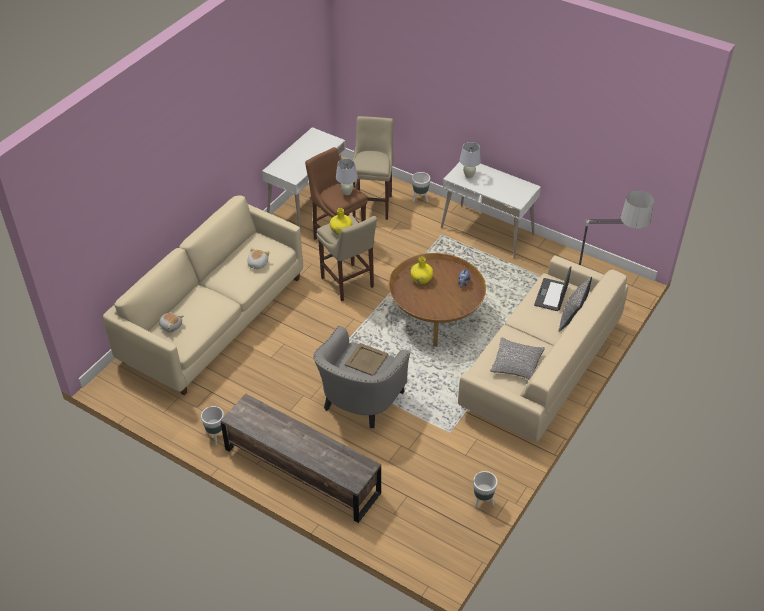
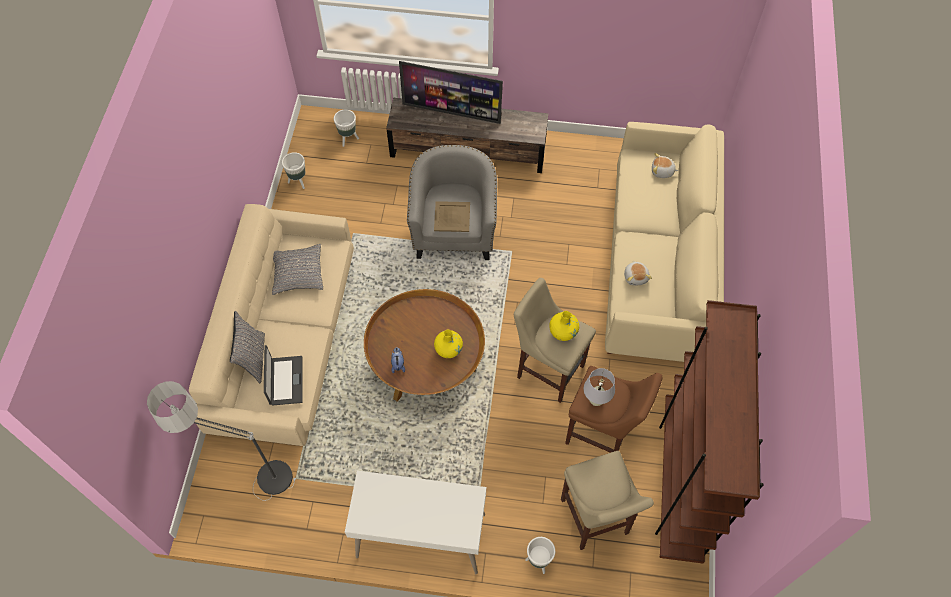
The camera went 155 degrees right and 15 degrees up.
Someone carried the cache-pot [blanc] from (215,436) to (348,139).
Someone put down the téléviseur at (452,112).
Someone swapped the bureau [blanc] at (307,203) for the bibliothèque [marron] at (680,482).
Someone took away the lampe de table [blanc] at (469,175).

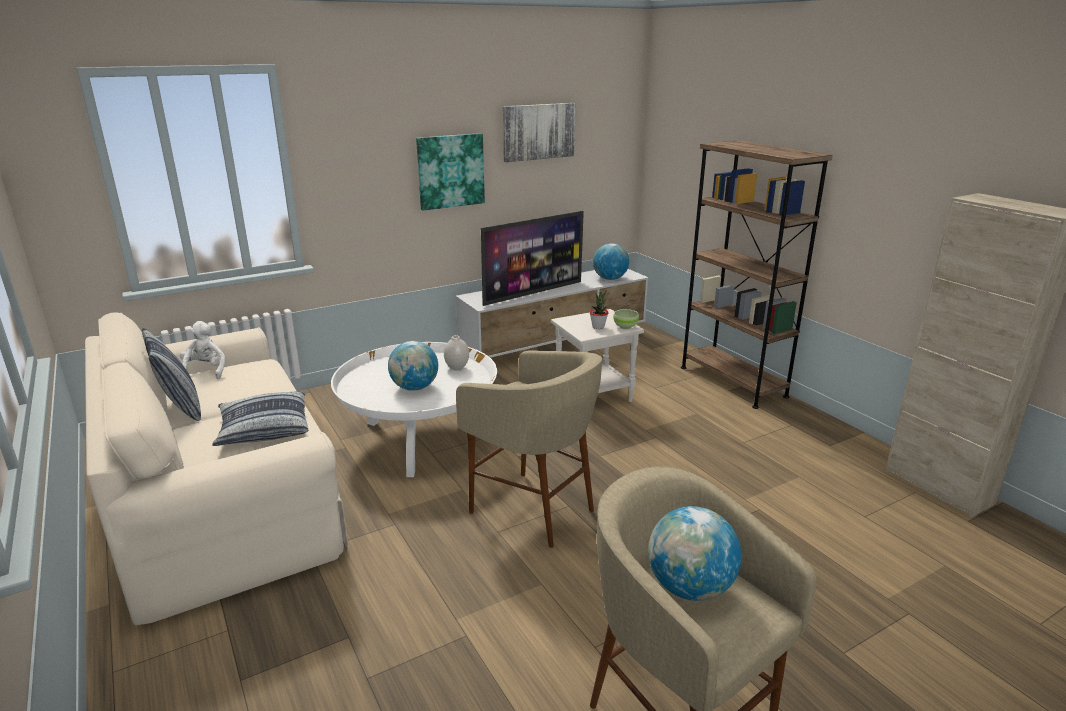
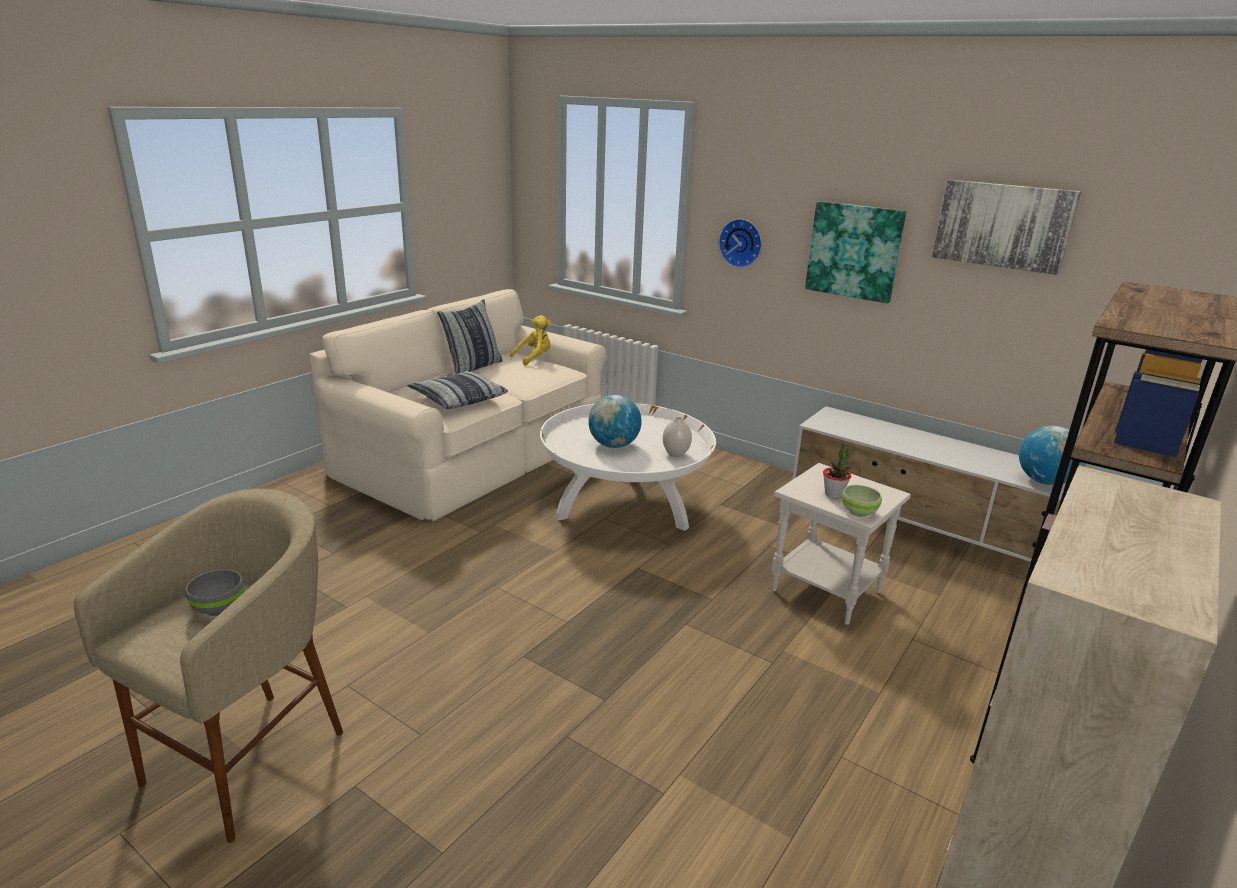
The camera went 65 degrees right and 0 degrees up.
Someone swapped the globe at (689,587) for the bol [gris] at (219,608).
Someone repainted the peluche [blanc] at (205,371), which became the peluche [jaune] at (534,358).
Someone put up the horloge murale at (741,243).
Someone took away the tabouret [beige] at (534,510).
Someone took away the téléviseur at (533,293).

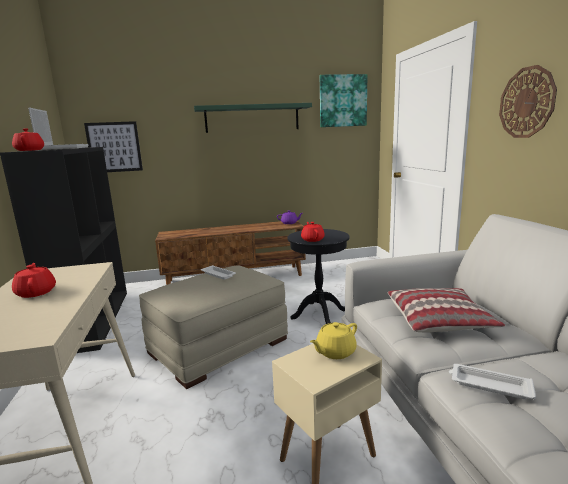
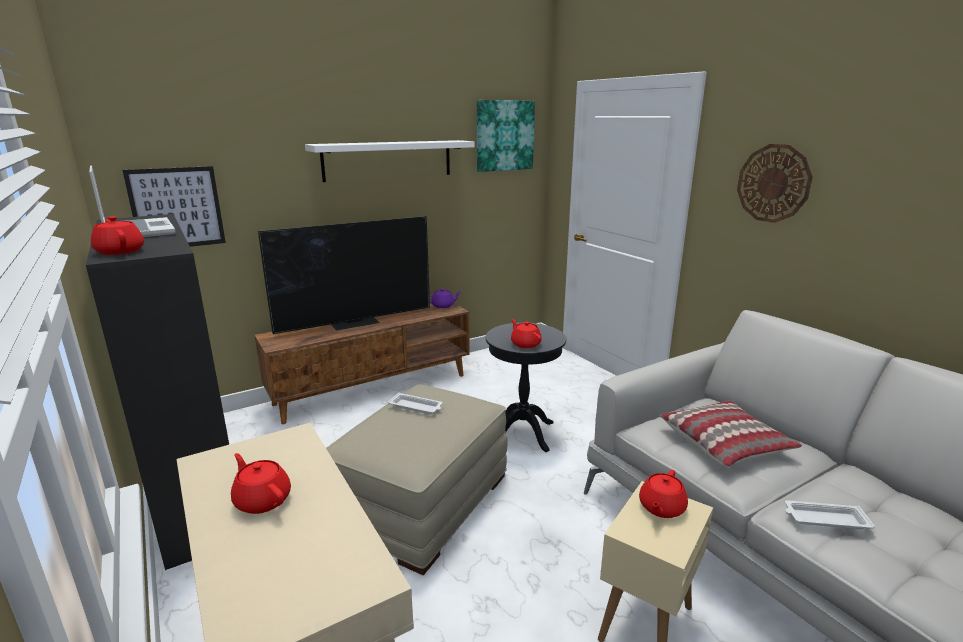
The camera went 20 degrees left and 5 degrees up.
Someone put down the téléviseur at (355,322).
Someone repainted the étagère [vert] at (252,118), which became the étagère [blanc] at (388,160).
Someone repainted the théière [jaune] at (335,352), which became the théière [rouge] at (661,508).

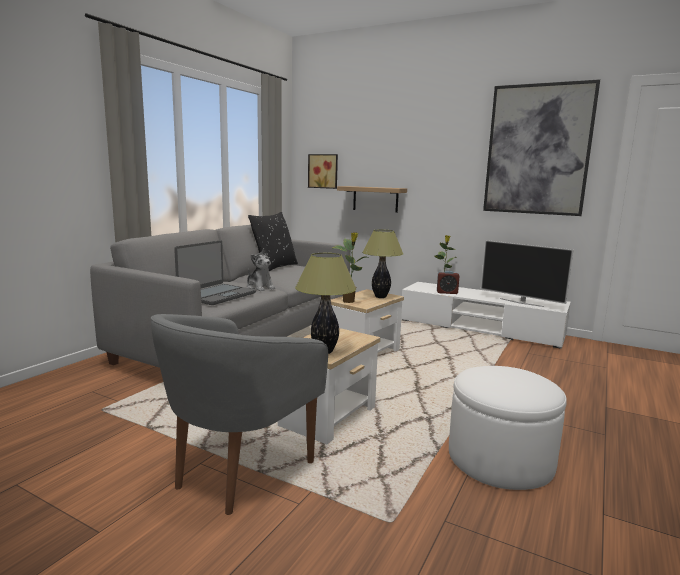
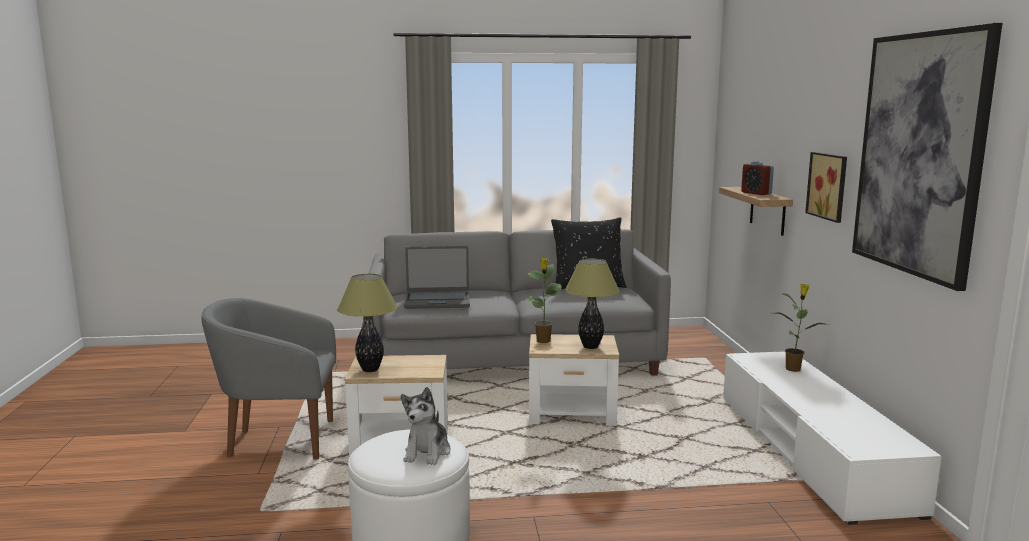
The camera went 55 degrees right and 0 degrees up.
Someone carried the peluche from (260,287) to (427,452).
Someone carried the réveil from (447,292) to (756,193).
Someone carried the tableau from (323,171) to (829,186).
Someone took away the téléviseur at (521,302).

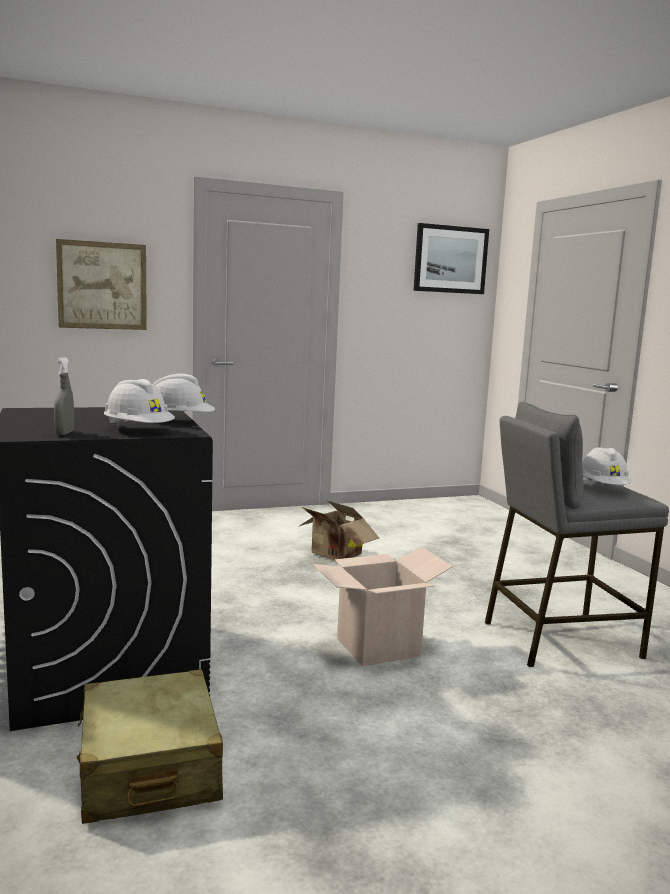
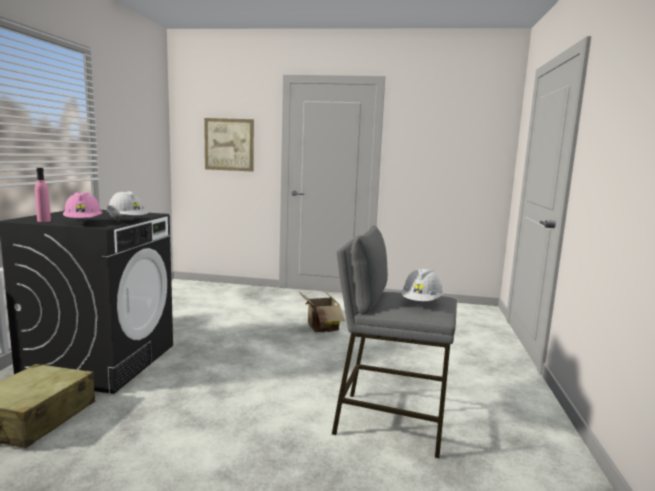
The camera went 30 degrees right and 0 degrees up.
Someone swapped the vaporisateur [gris] at (64,433) for the bouteille [rose] at (44,221).
Someone repainted the casque de chantier [blanc] at (138,431), which became the casque de chantier [rose] at (83,223).
Someone took away the carton at (378,647).
Someone took away the tableau at (450,259).

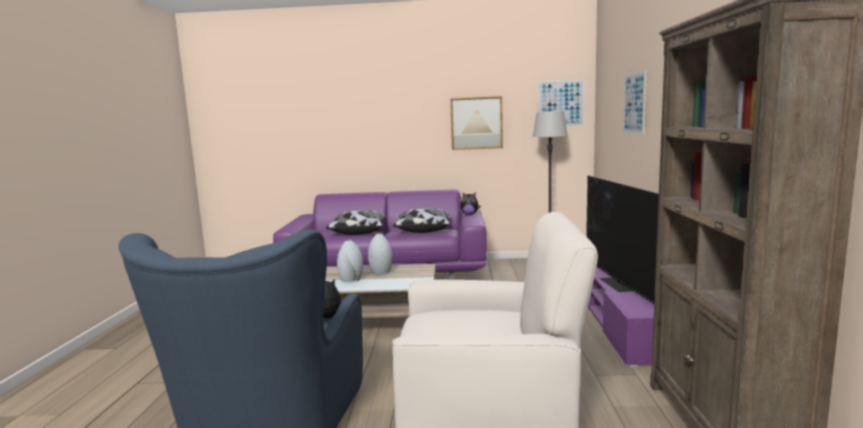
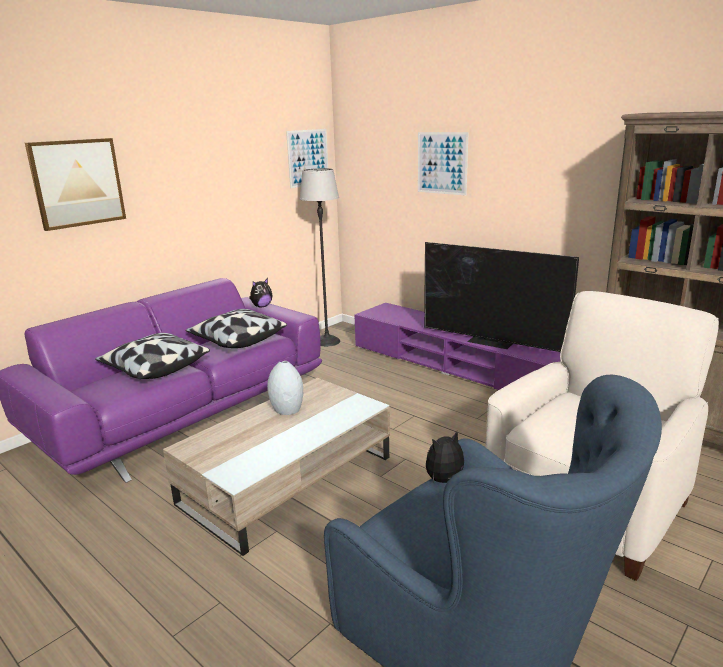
The camera went 50 degrees left and 10 degrees up.
Someone carried the tableau from (476,123) to (77,183).
Someone took away the vase [gris] at (352,279).

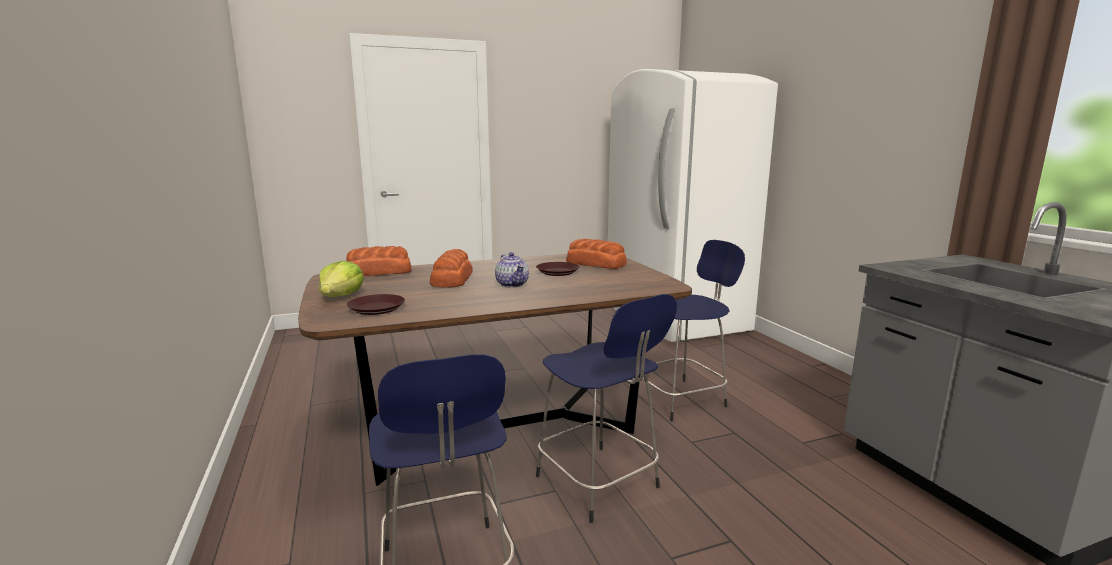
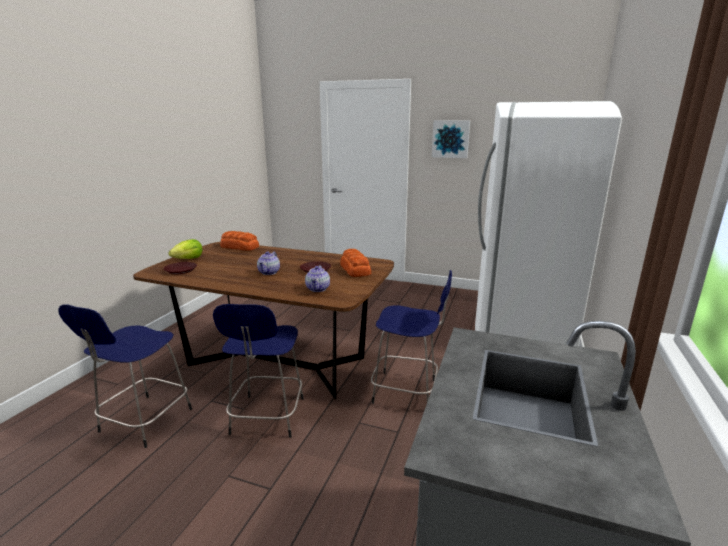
The camera went 40 degrees right and 5 degrees up.
Someone put down the théière at (318,289).
Someone put up the tableau at (450,139).
Someone took away the pain at (451,279).

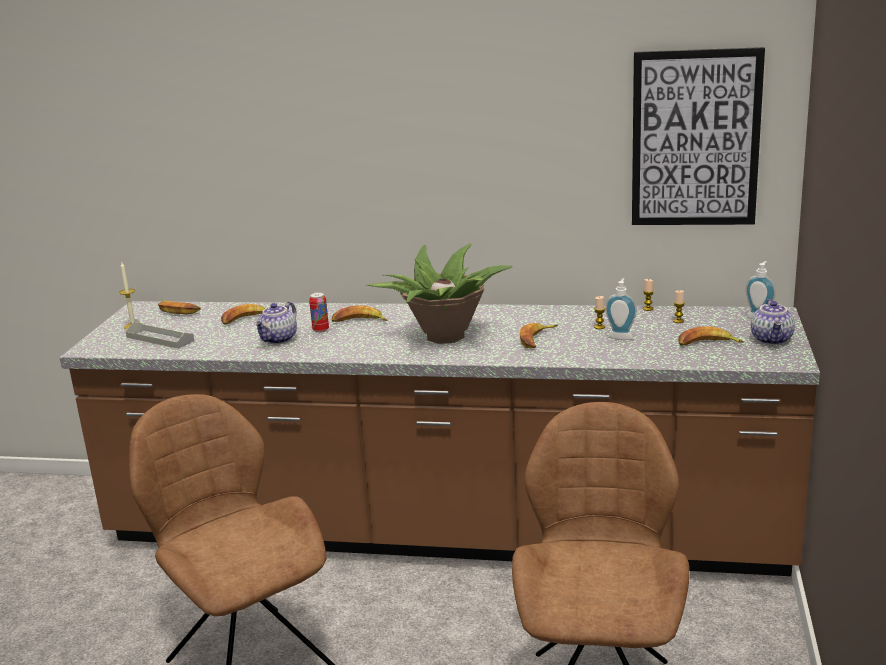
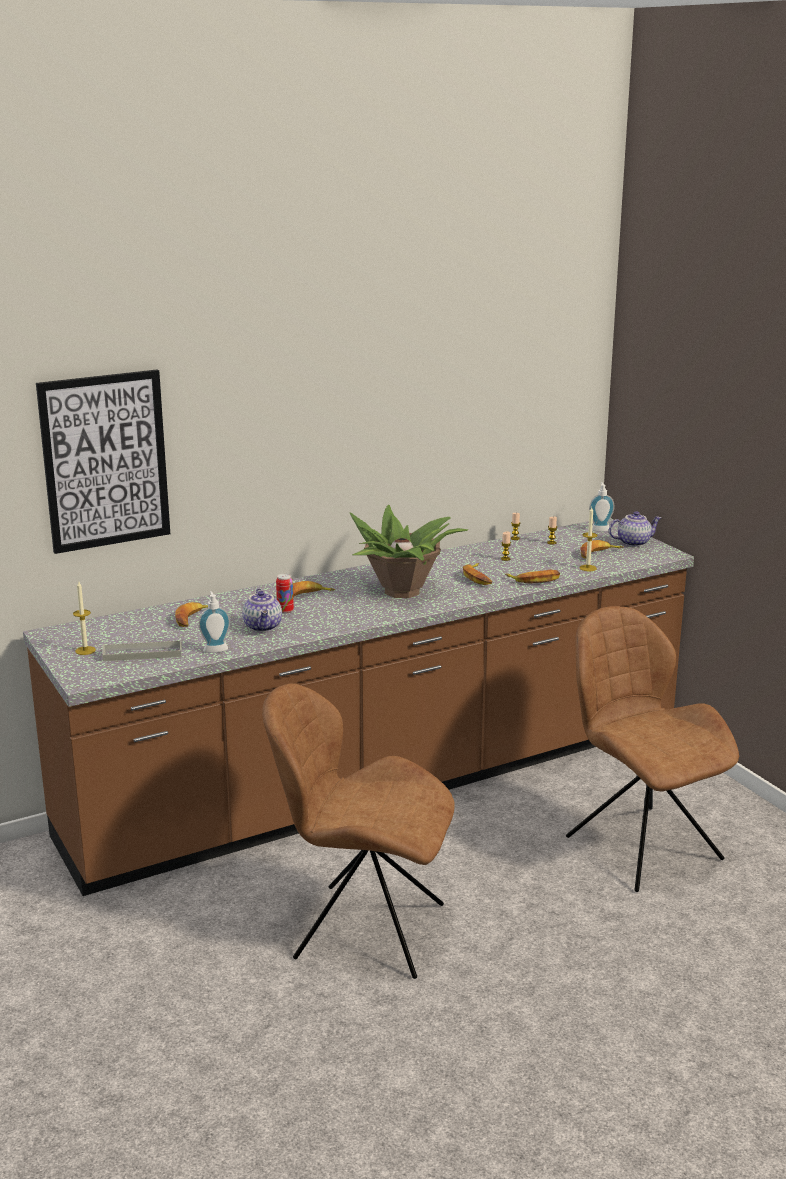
The camera went 40 degrees left and 0 degrees up.
Someone carried the tableau from (695,139) to (105,461).
Someone carried the distributeur de savon from (621,336) to (215,649).
Someone carried the banane from (178,310) to (534,580).
Someone put down the bougie at (588,568).
Someone rotated the théière at (772,340) by 75 degrees counterclockwise.

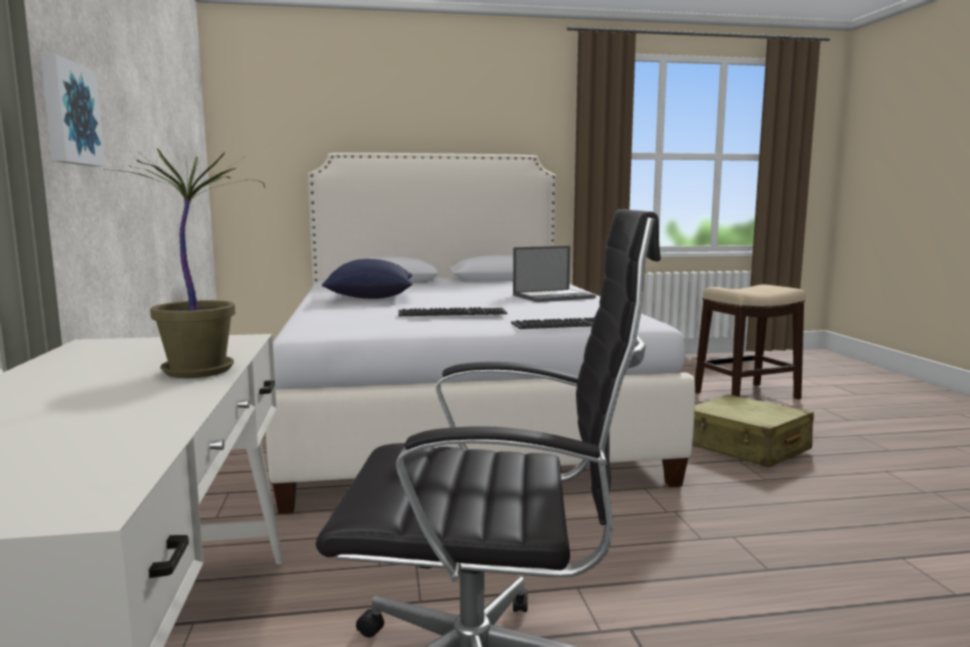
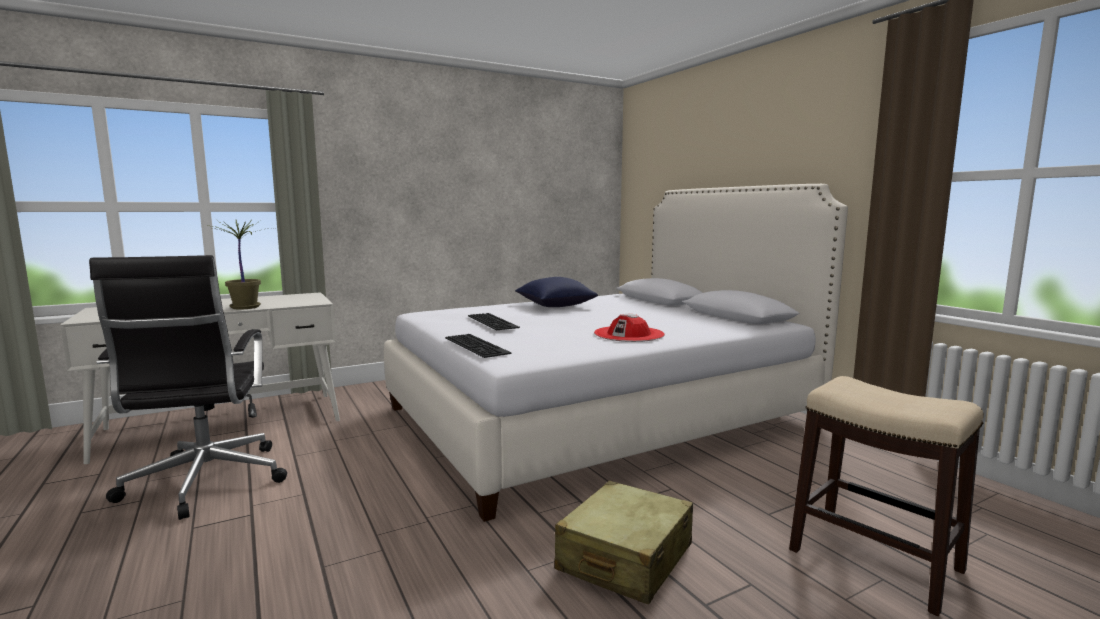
The camera went 70 degrees right and 0 degrees up.
Someone swapped the ordinateur portable at (554,296) for the chapeau [rouge] at (629,334).
Someone took away the tableau at (68,114).

